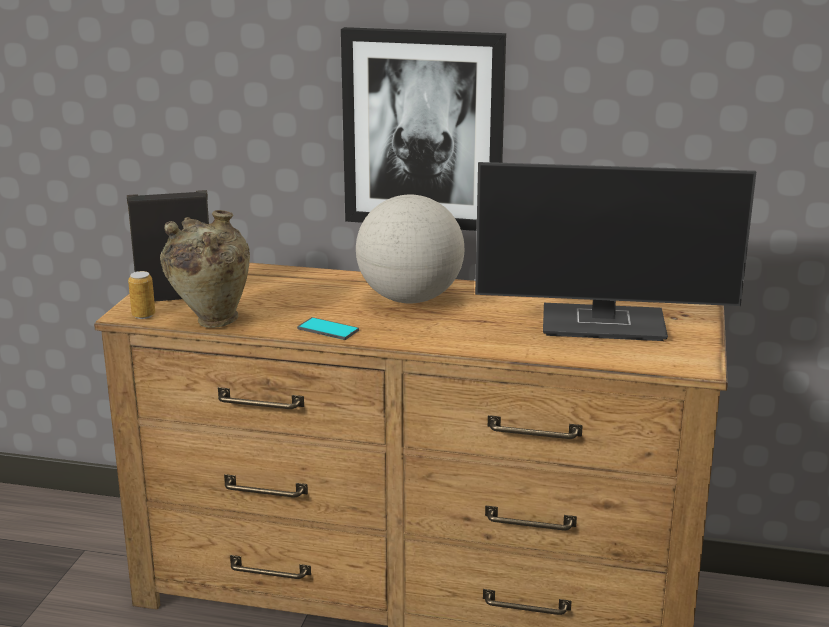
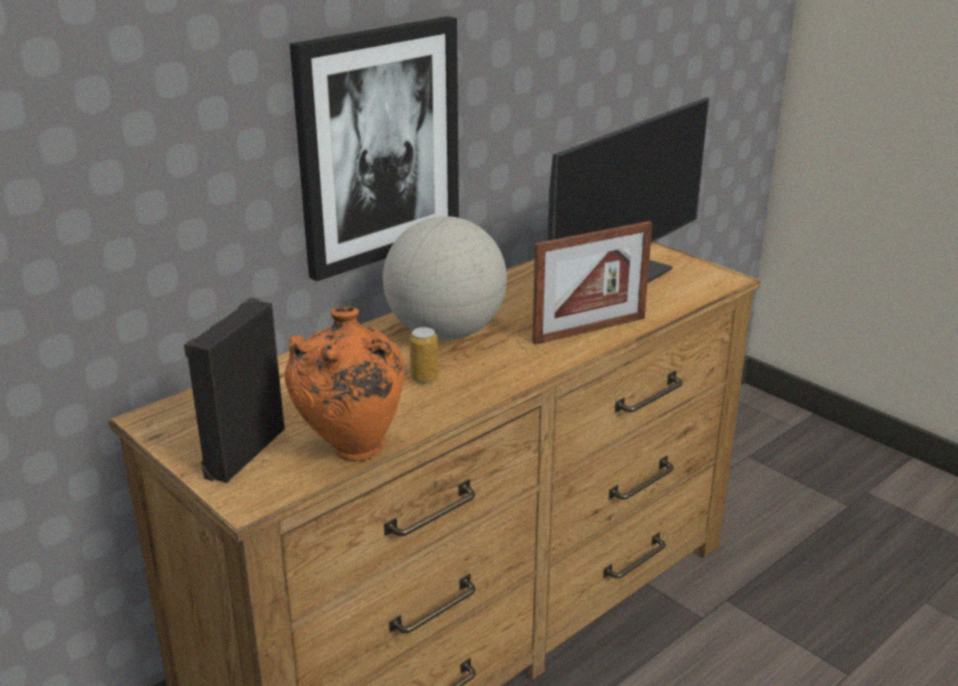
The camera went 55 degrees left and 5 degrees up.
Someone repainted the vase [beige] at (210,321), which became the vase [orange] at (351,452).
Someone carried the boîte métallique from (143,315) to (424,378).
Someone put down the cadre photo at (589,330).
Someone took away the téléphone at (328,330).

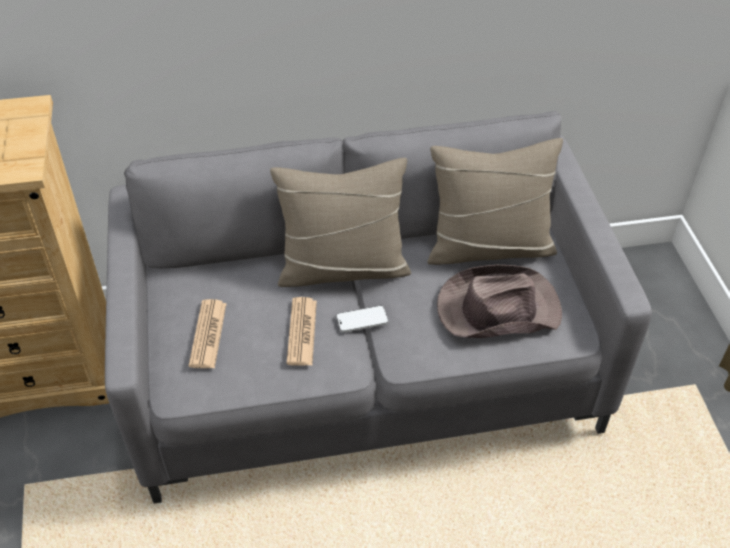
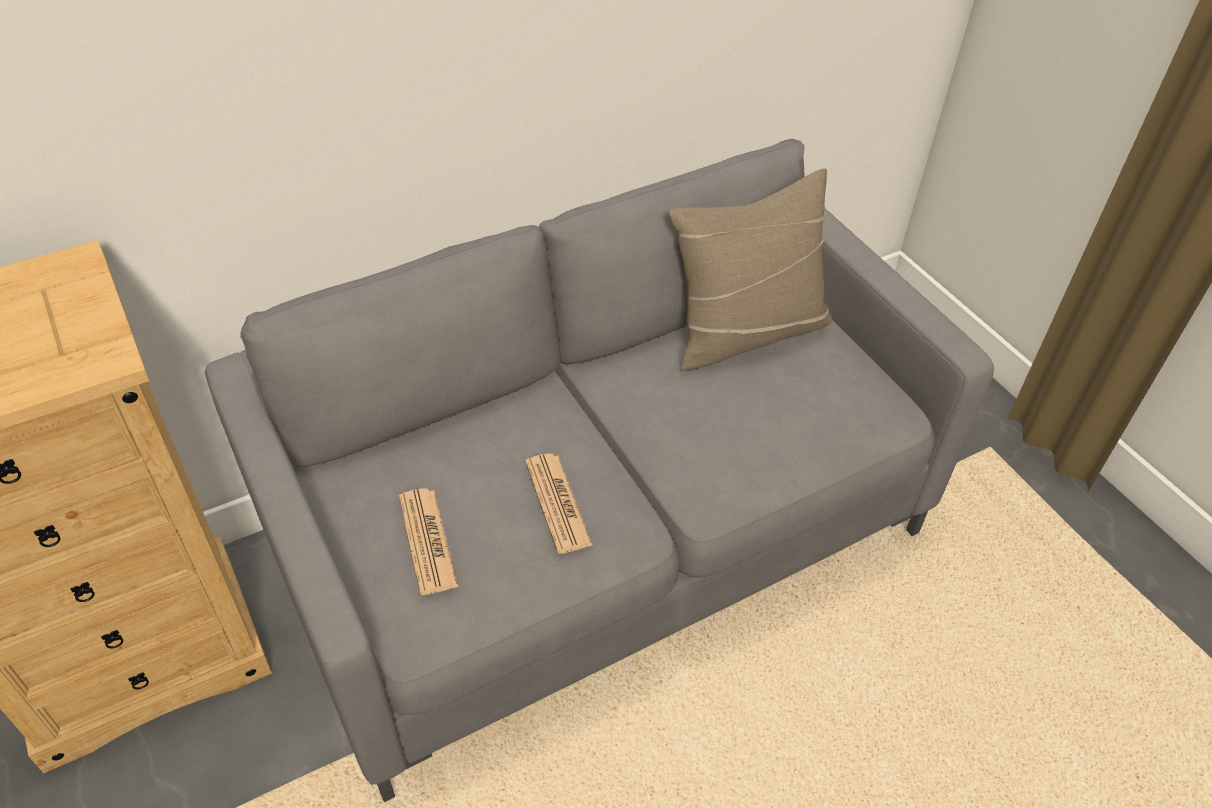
The camera went 20 degrees left and 0 degrees up.
Someone took away the coussin [beige] at (343,268).
Someone took away the téléphone at (362,320).
Someone took away the chapeau [marron] at (497,309).

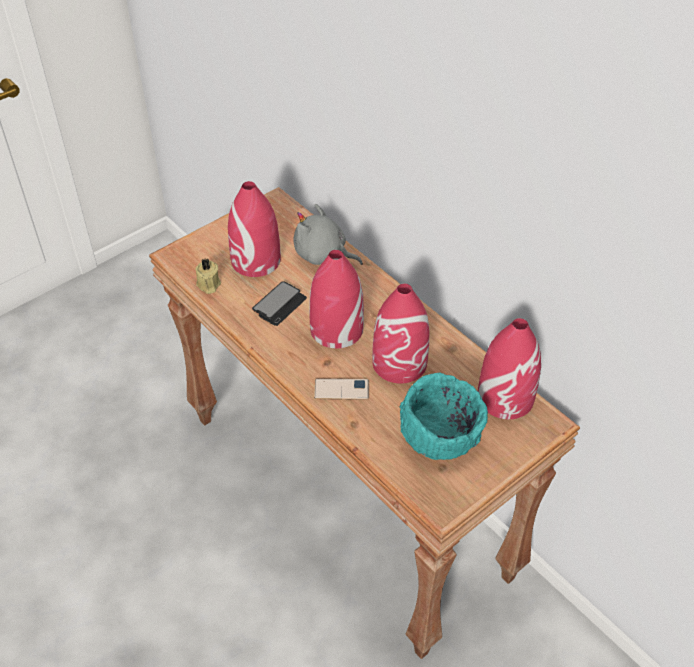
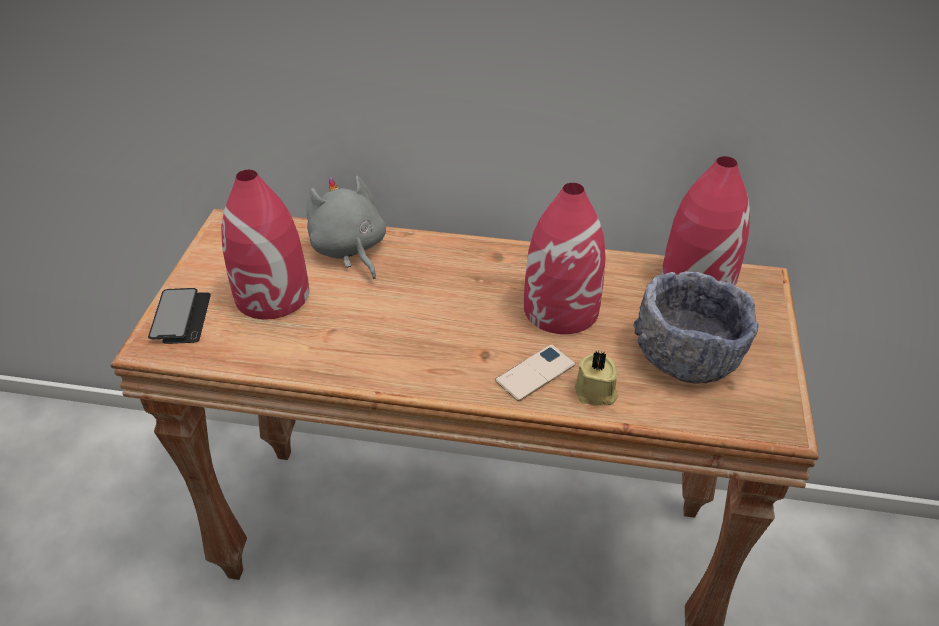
The camera went 40 degrees left and 5 degrees down.
Someone carried the téléphone from (279,304) to (181,317).
Someone rotated the peluche [gris] at (323,255) by 75 degrees clockwise.
Someone carried the bougie [beige] from (208,285) to (596,393).
Someone repainted the bol [turquoise] at (440,434), which became the bol [gris] at (687,353).
Someone took away the vase [rouge] at (336,329).

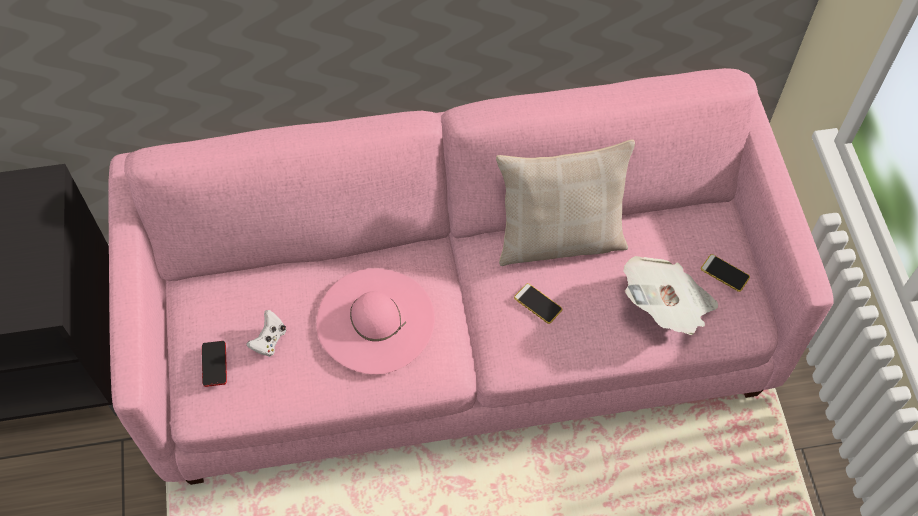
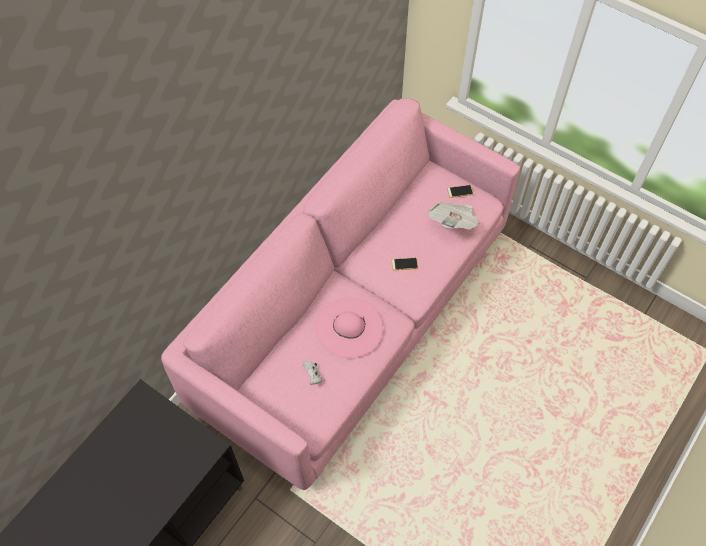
The camera went 45 degrees left and 0 degrees up.
Someone took away the téléphone at (214,364).
Someone took away the coussin [beige] at (560,239).

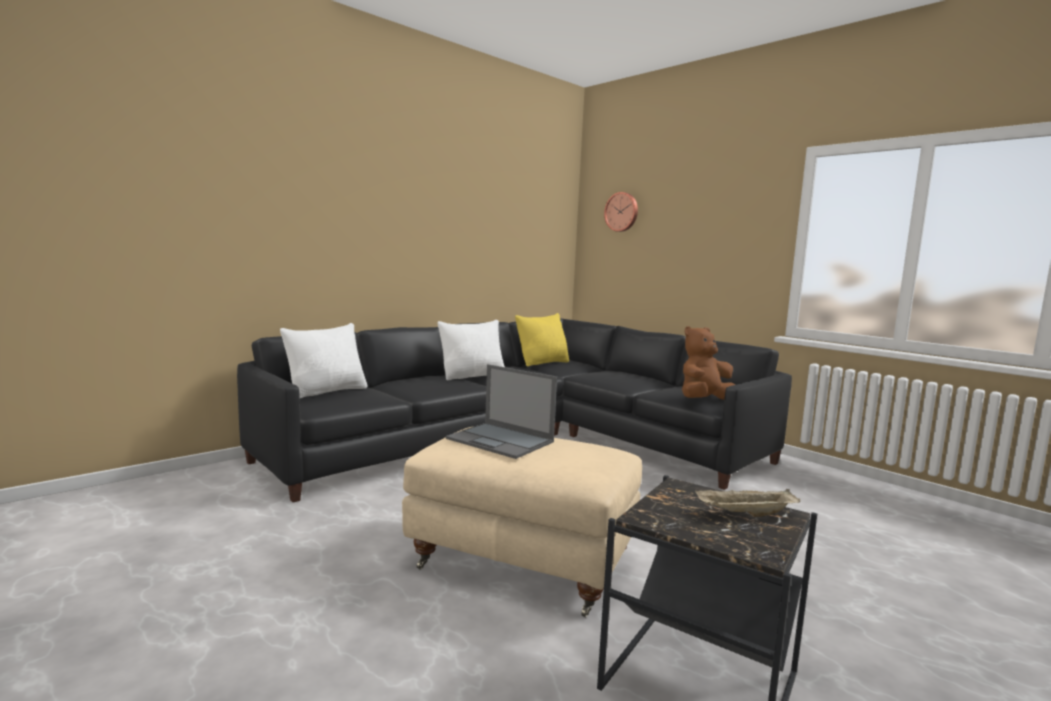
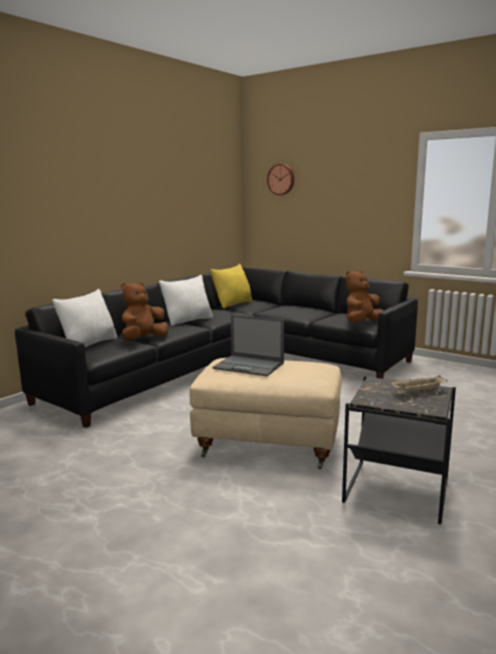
The camera went 10 degrees left and 5 degrees up.
Someone put down the peluche [marron] at (143,339).

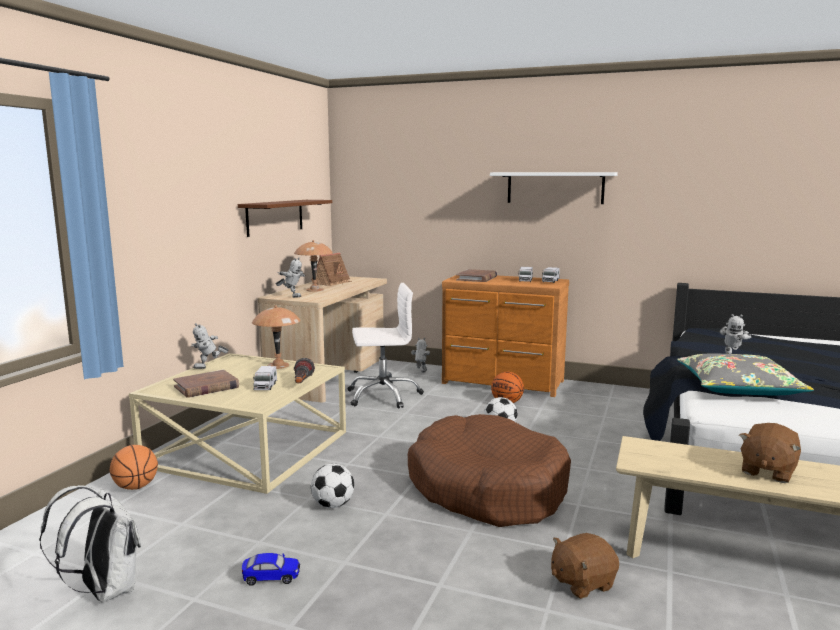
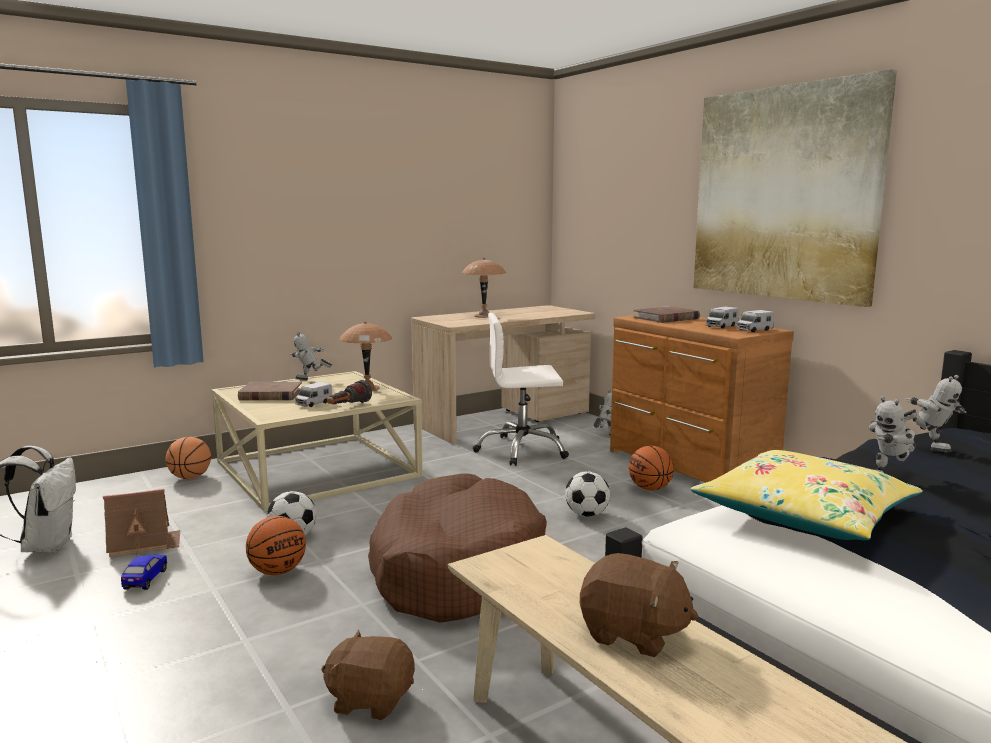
The camera went 35 degrees right and 0 degrees up.
Someone carried the maison miniature from (332,282) to (144,544).
Someone rotated the petite voiture at (271,578) by 120 degrees counterclockwise.
Someone put down the ballon de basket at (277,571).
Someone rotated the chaise de bureau [blanc] at (383,396) by 150 degrees clockwise.
Someone rotated the peluche [marron] at (767,471) by 135 degrees counterclockwise.
Someone repainted the coussin [gris] at (738,388), which became the coussin [jaune] at (804,515).
Someone swapped the étagère [blanc] at (555,187) for the tableau at (784,193).
Someone carried the robot jouet from (291,296) to (928,447).
Someone took away the étagère [marron] at (275,217).

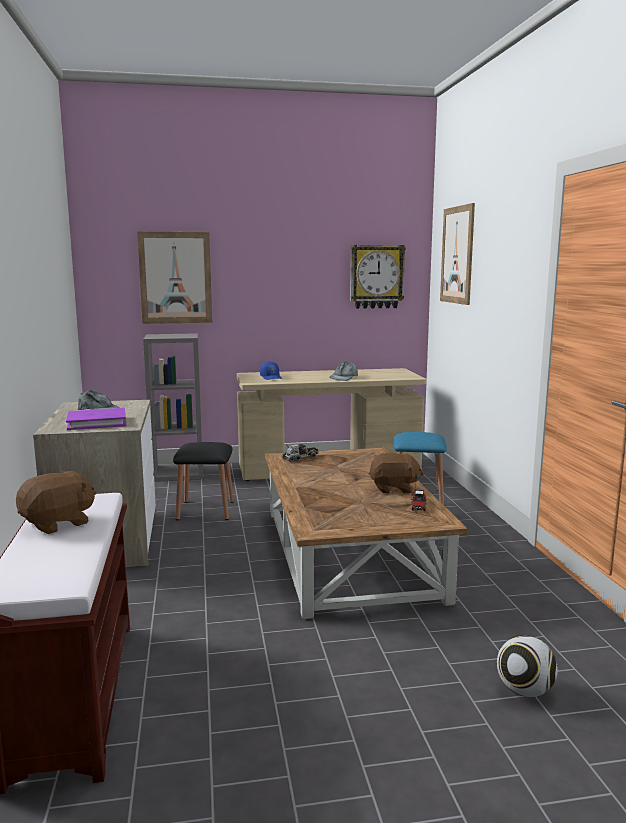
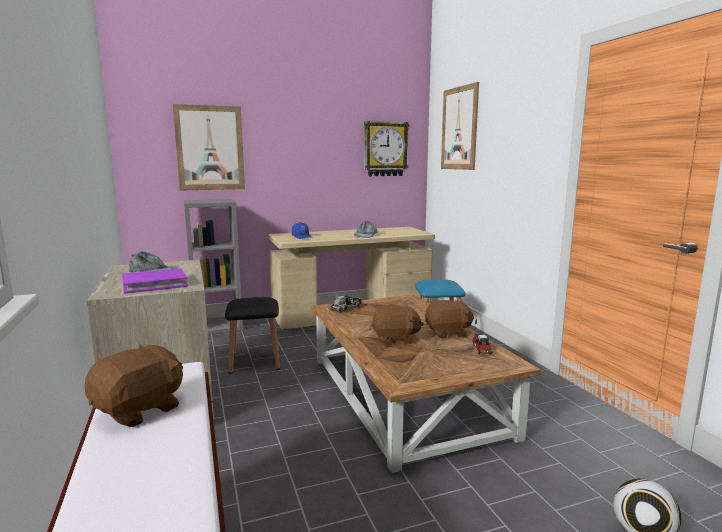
The camera went 10 degrees left and 0 degrees up.
Someone put down the peluche [marron] at (395,339).

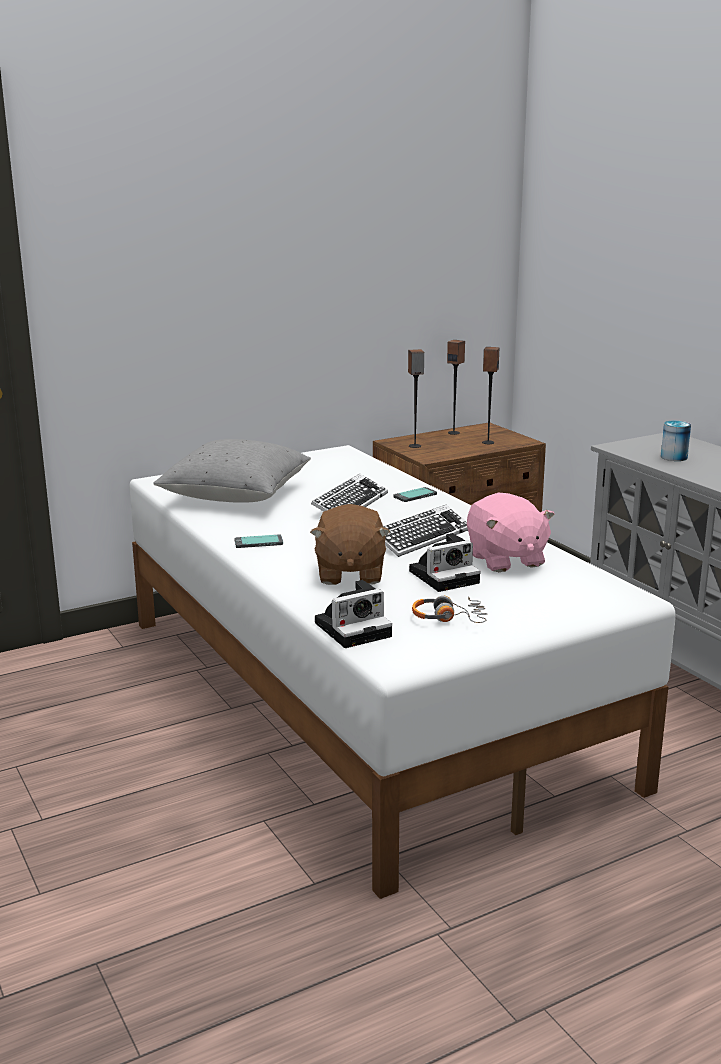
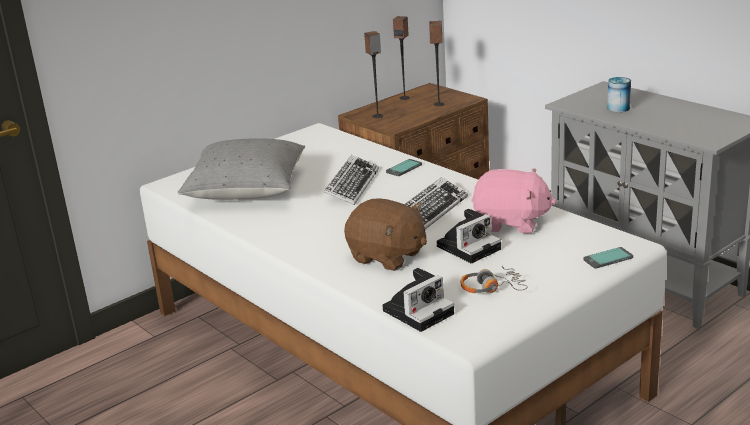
The camera went 10 degrees left and 5 degrees up.
Someone rotated the peluche [marron] at (349,574) by 45 degrees counterclockwise.
Someone rotated the peluche [rose] at (505,560) by 45 degrees counterclockwise.
Someone carried the téléphone from (258,542) to (608,259).

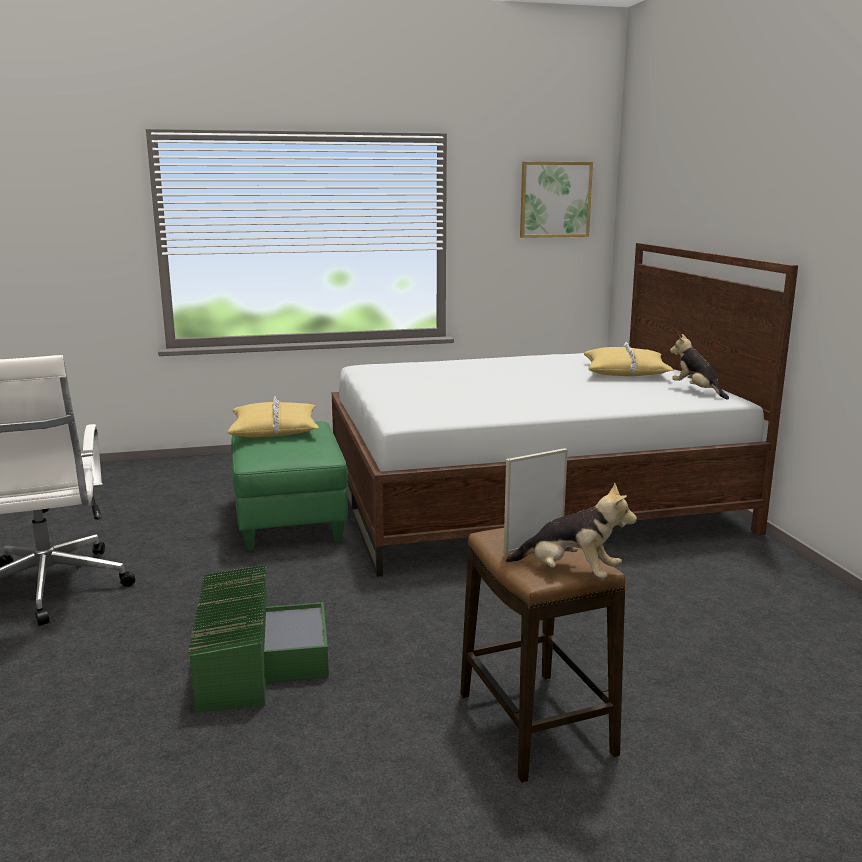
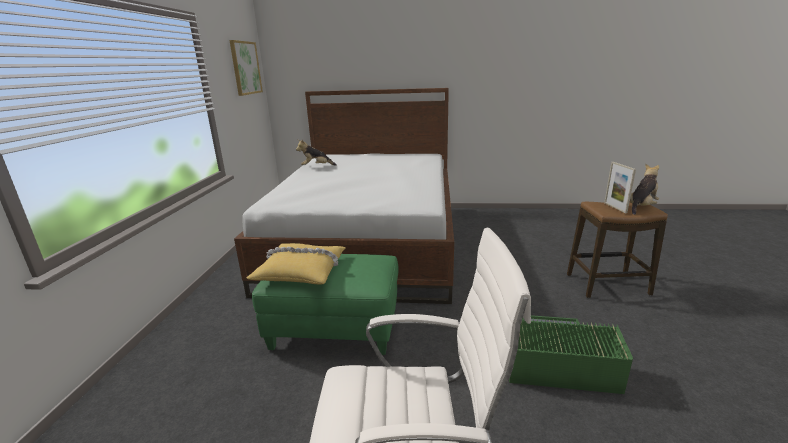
The camera went 70 degrees left and 5 degrees up.
Someone carried the peluche from (697,391) to (316,167).
Someone took away the coussin [jaune] at (625,372).

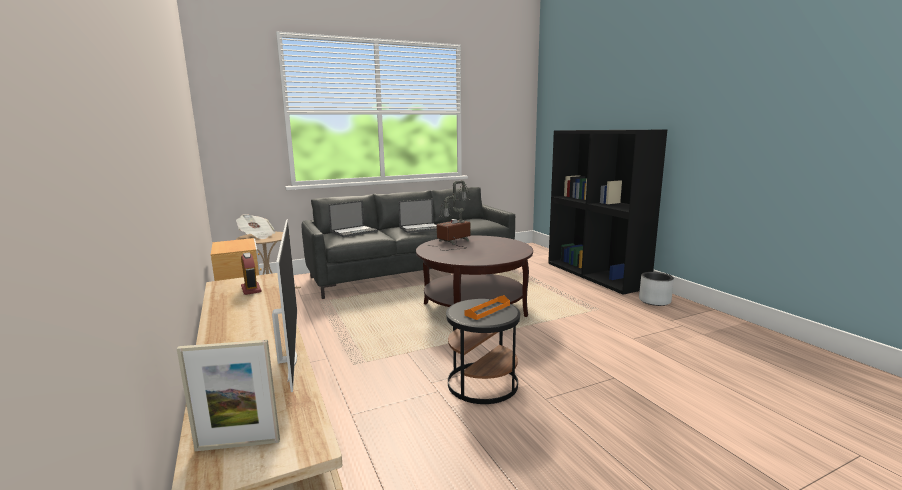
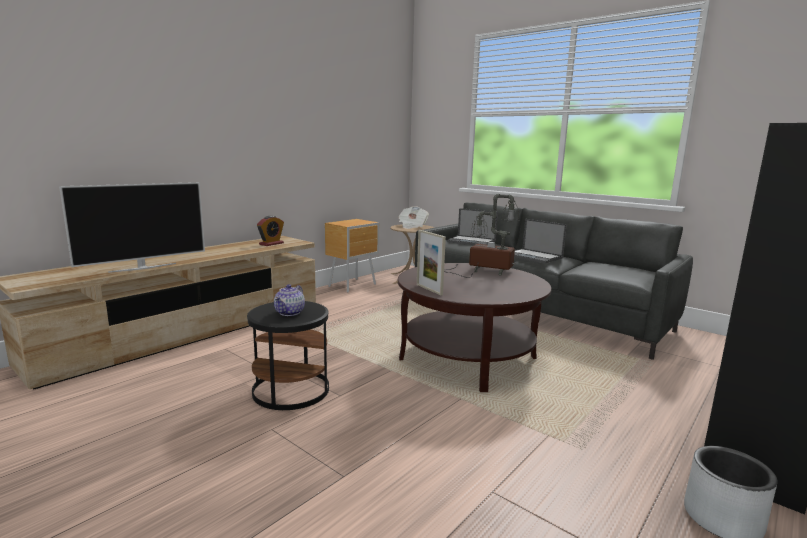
The camera went 65 degrees right and 0 degrees up.
Someone swapped the plateau [orange] at (487,310) for the théière at (290,312).
Someone carried the cadre photo from (238,445) to (429,289).

